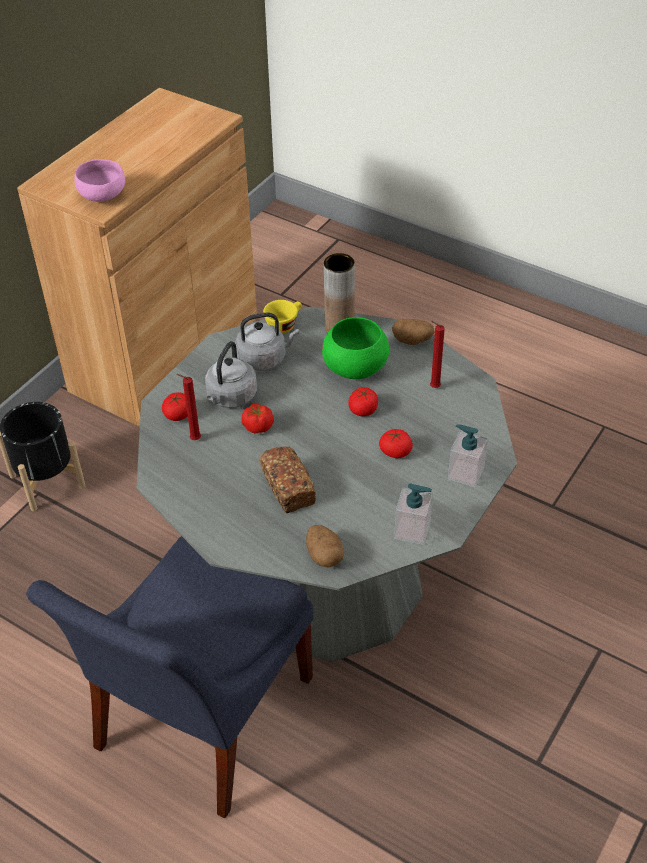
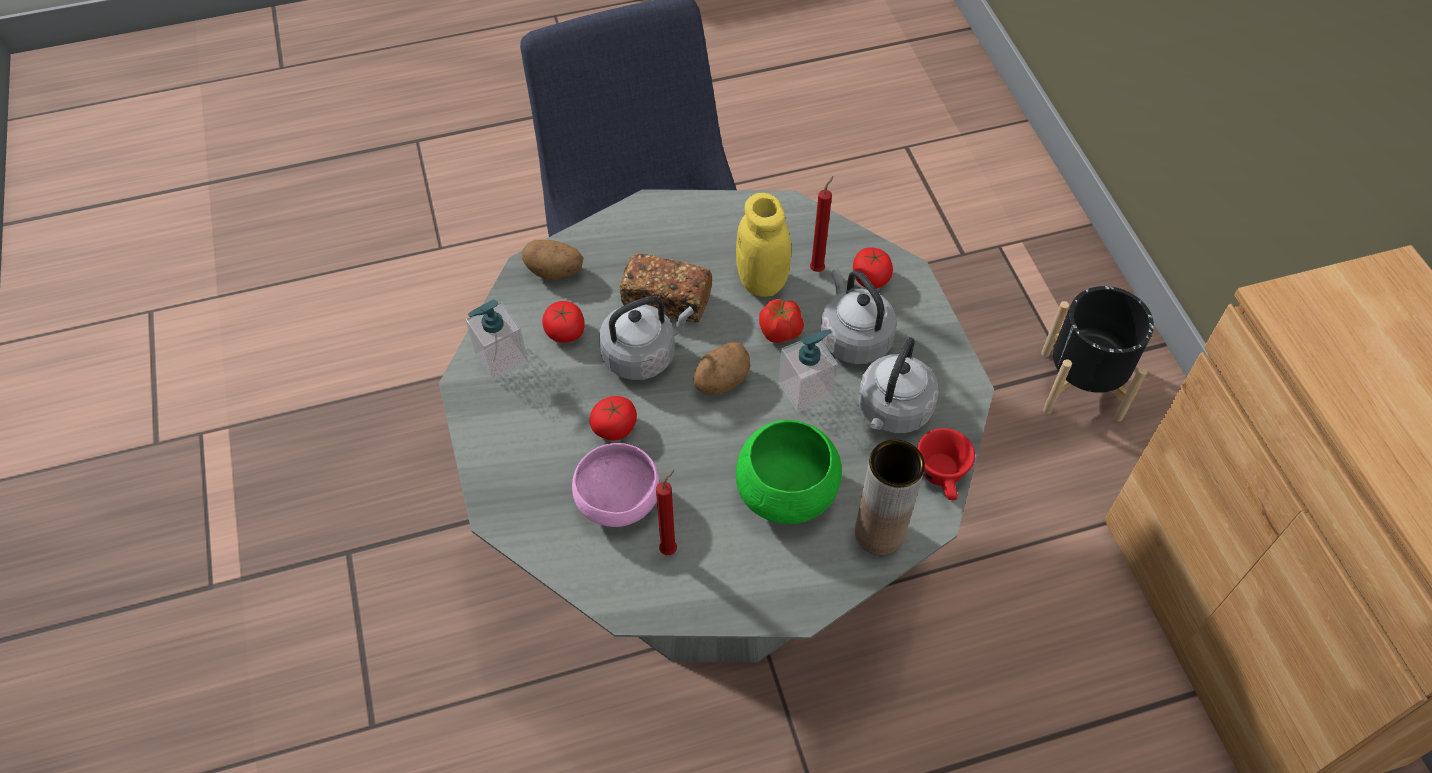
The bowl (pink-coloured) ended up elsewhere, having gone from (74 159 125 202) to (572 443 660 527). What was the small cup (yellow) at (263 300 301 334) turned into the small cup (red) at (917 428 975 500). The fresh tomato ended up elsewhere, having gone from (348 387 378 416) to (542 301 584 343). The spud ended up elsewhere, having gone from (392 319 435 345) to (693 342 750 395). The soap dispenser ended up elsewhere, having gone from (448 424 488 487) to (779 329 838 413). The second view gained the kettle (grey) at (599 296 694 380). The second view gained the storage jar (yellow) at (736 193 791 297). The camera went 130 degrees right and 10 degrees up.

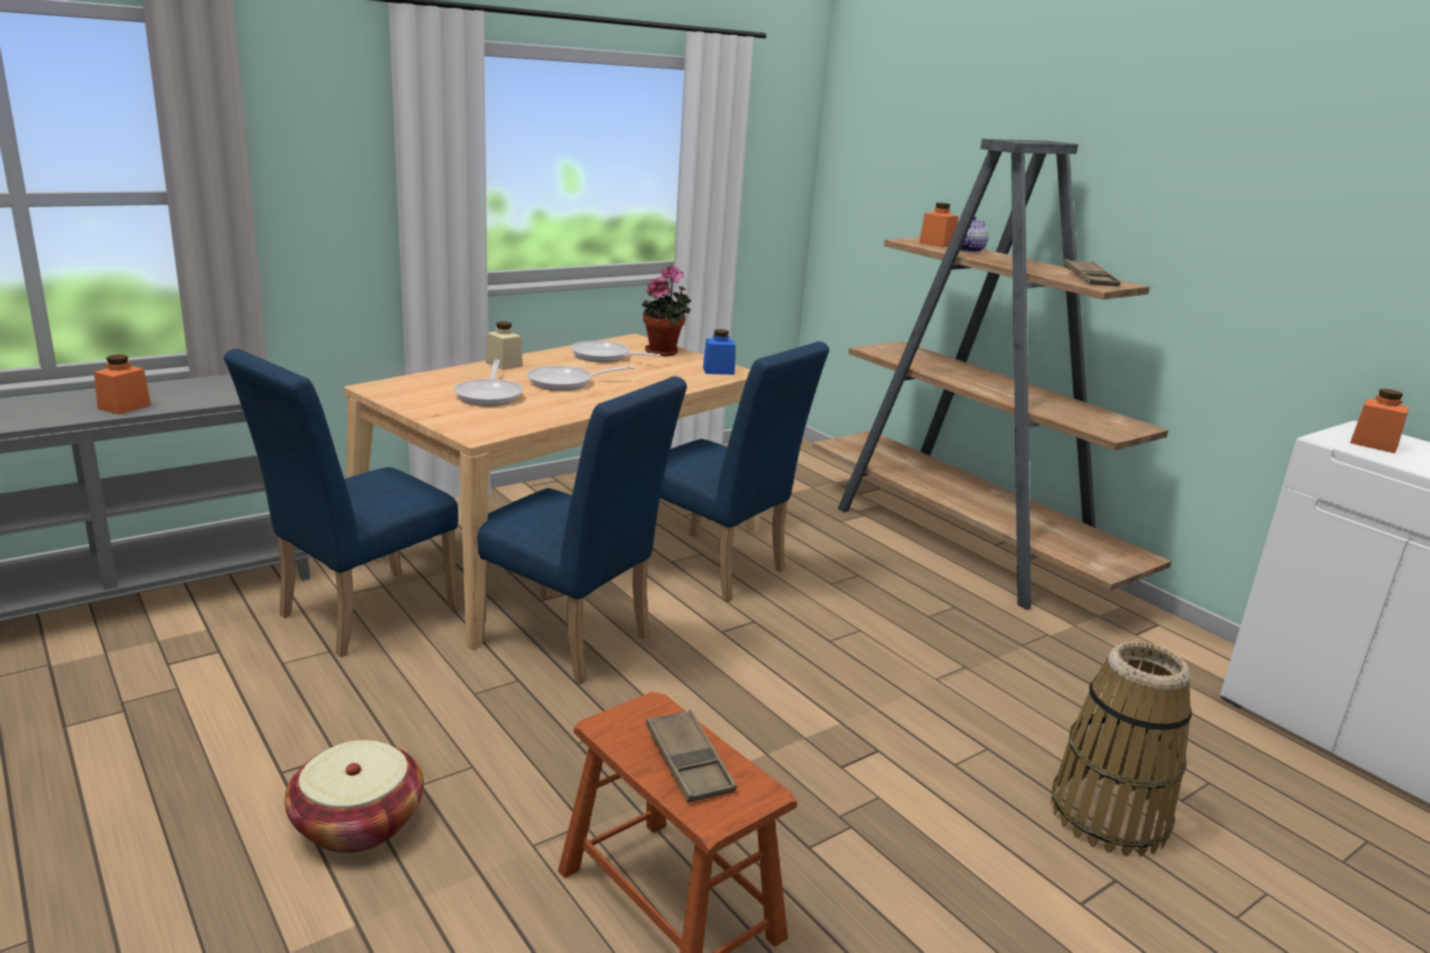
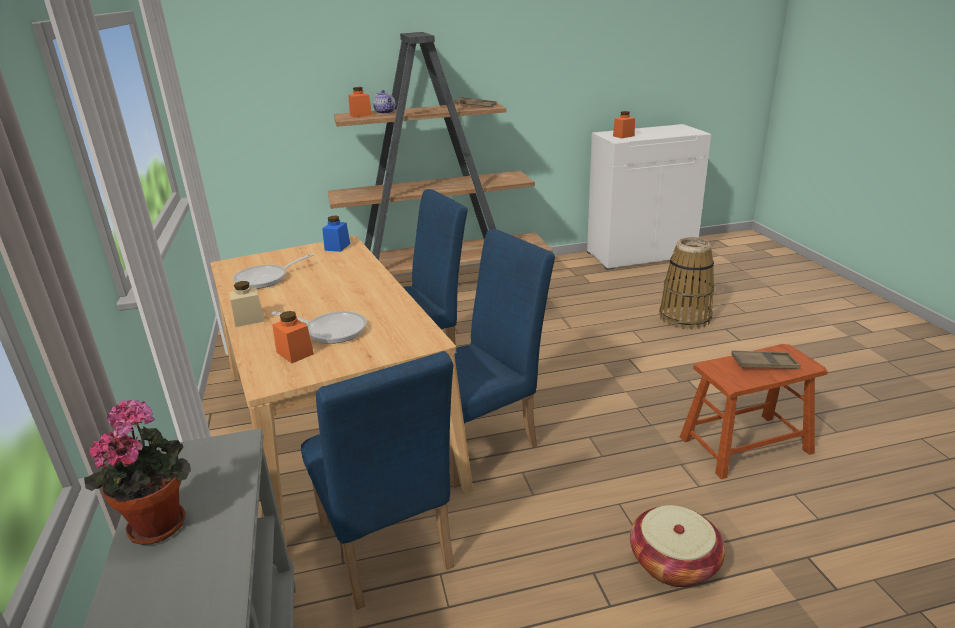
The storage jar (orange) ended up elsewhere, having gone from (94 354 151 415) to (272 311 314 363). The second view lost the pan at (527 366 635 391). The plant in a pot ended up elsewhere, having gone from (642 266 691 356) to (84 400 191 545). The camera went 65 degrees left and 5 degrees up.

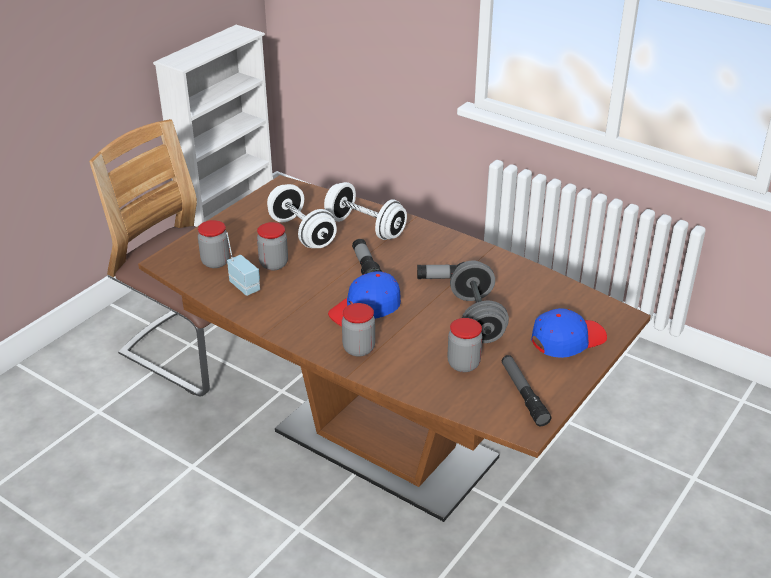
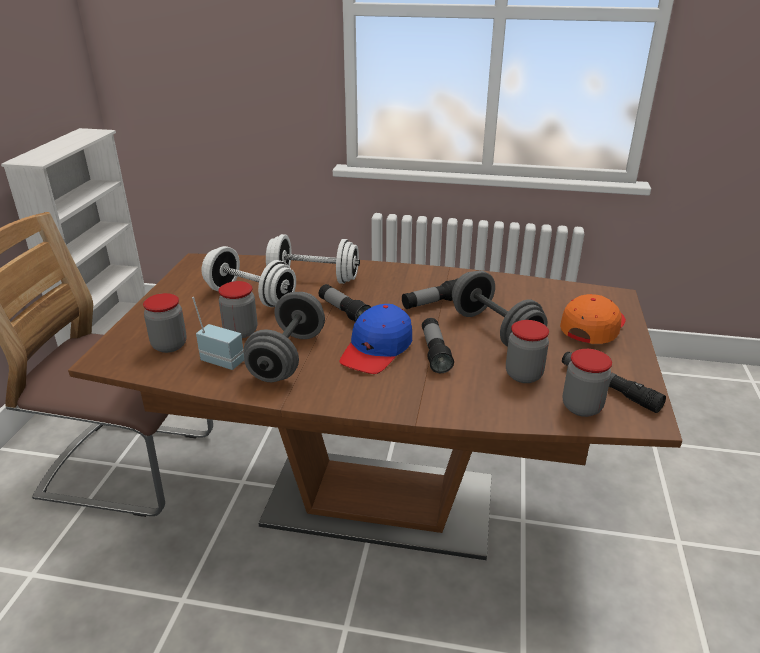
The storage jar ended up elsewhere, having gone from (342 303 375 357) to (563 349 612 417). What was the cap (blue-coloured) at (531 308 607 358) turned into the cap (orange) at (560 294 626 344). The second view gained the dumbbell (grey) at (244 292 325 382). The second view gained the hand torch at (422 318 454 373). The camera went 25 degrees left and 5 degrees down.

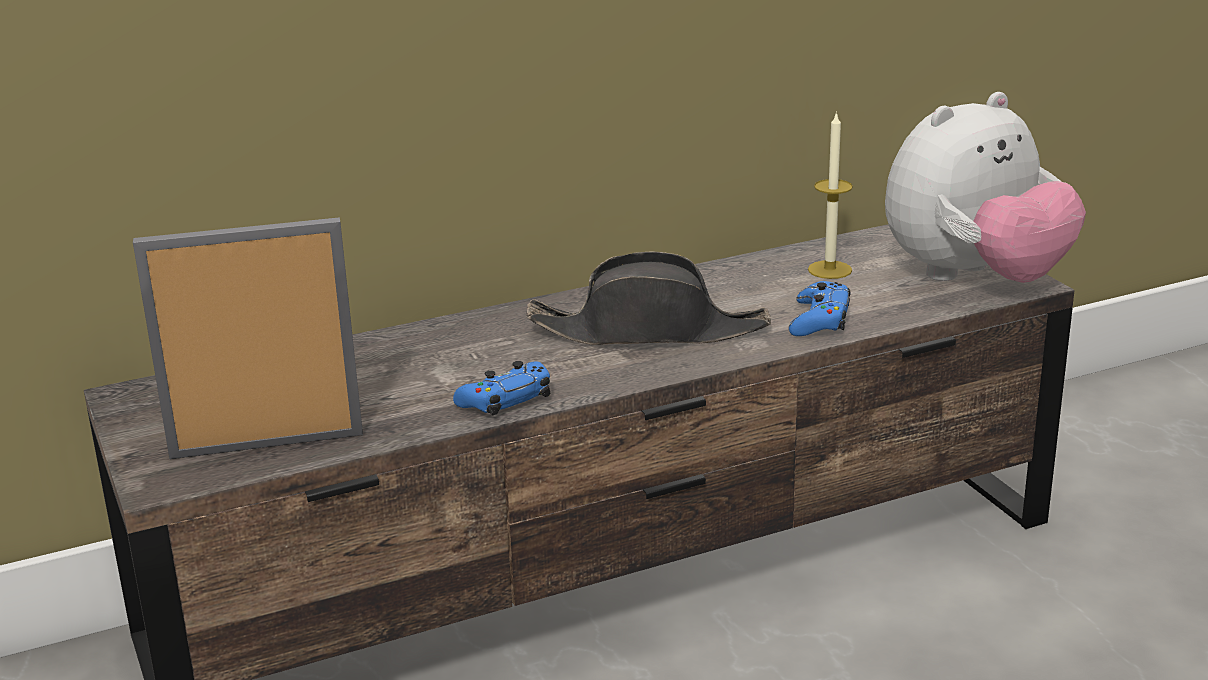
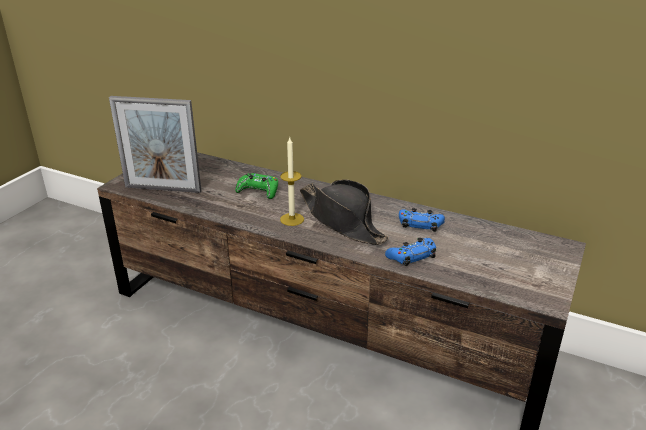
The photo frame at (133 217 363 459) ended up facing another way, 150 degrees clockwise from before. The joypad (blue-coloured) ended up elsewhere, having gone from (453 361 550 416) to (399 208 445 232). The wax candle ended up elsewhere, having gone from (808 111 853 279) to (280 138 304 226). The second view lost the cuddly toy at (885 92 1086 283). The second view gained the joypad (greenish) at (236 173 278 199). The camera went 50 degrees right and 5 degrees up.

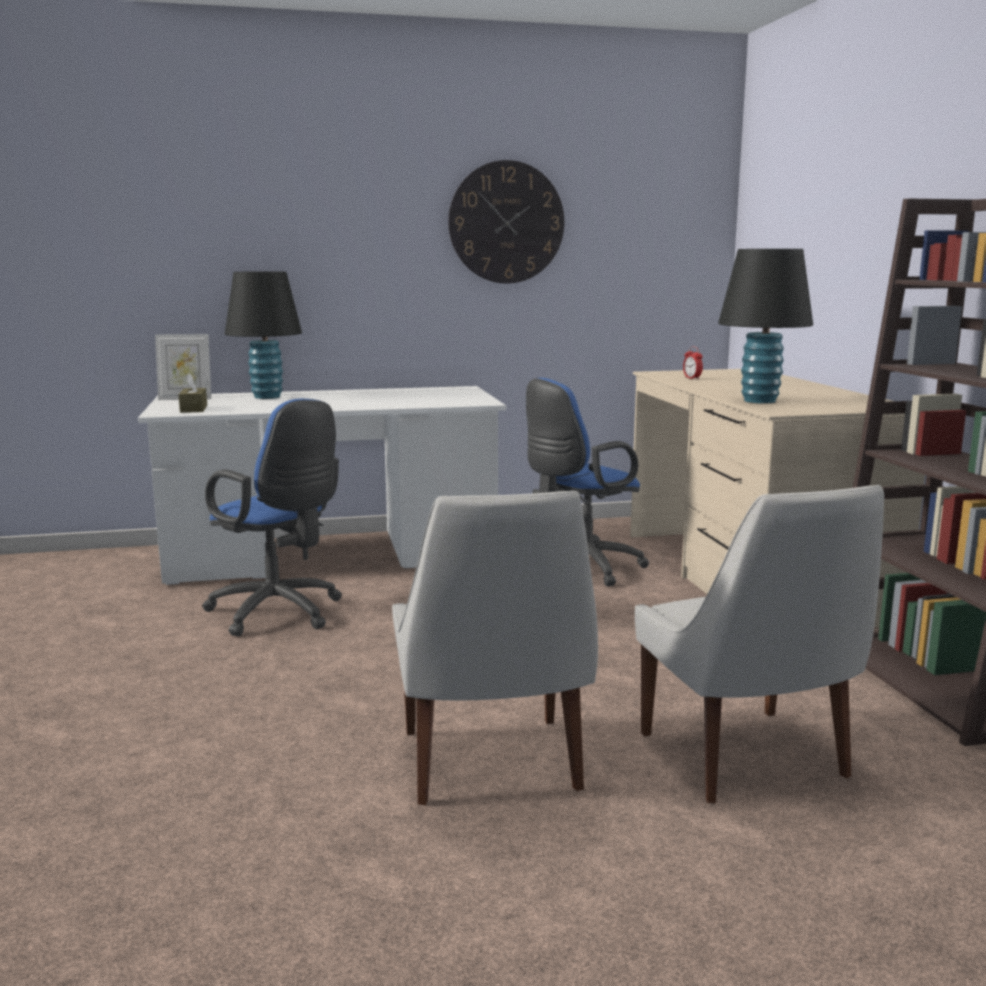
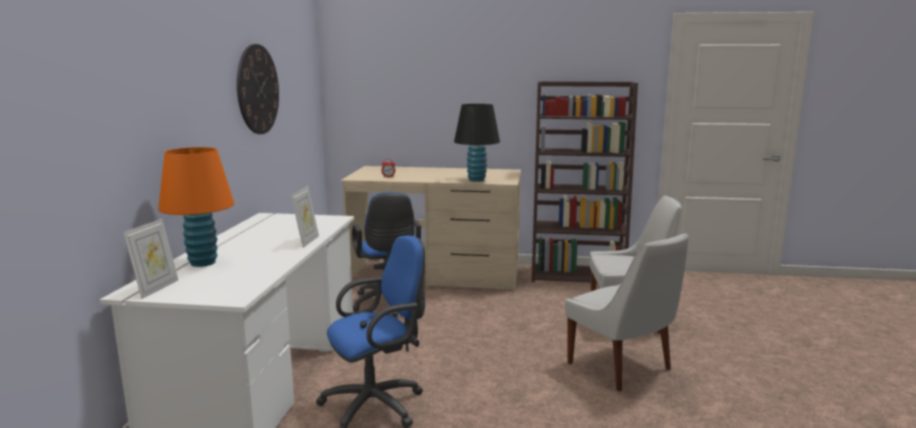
The second view lost the box of tissues (brown-coloured) at (178 373 207 413). What was the lamp for a table (blackish) at (225 271 302 399) turned into the lamp for a table (orange) at (158 147 234 267). The upright chair (white) at (392 491 598 805) ended up facing another way, 45 degrees clockwise from before. The second view gained the photo frame at (291 186 319 248). The camera went 70 degrees left and 0 degrees up.

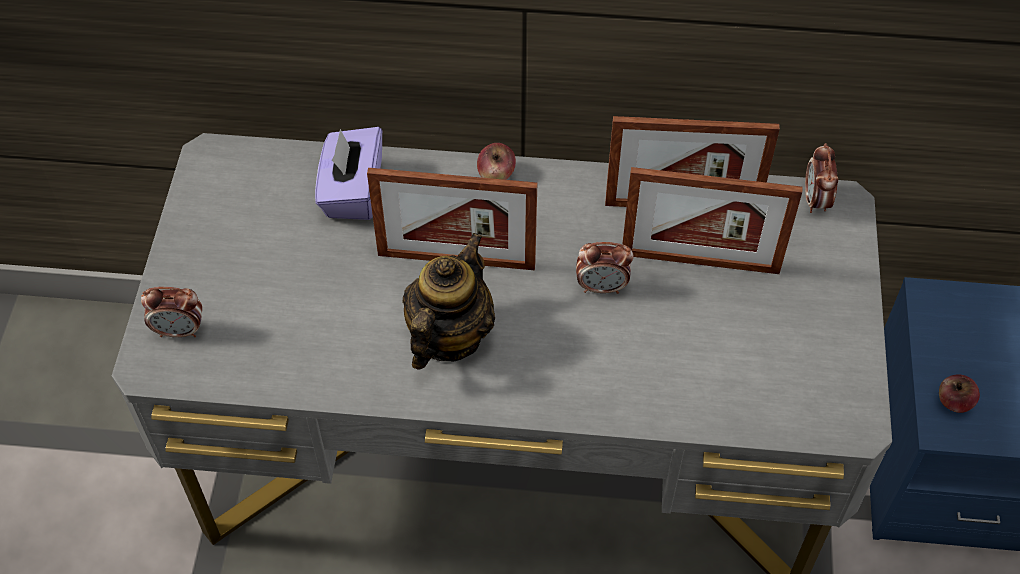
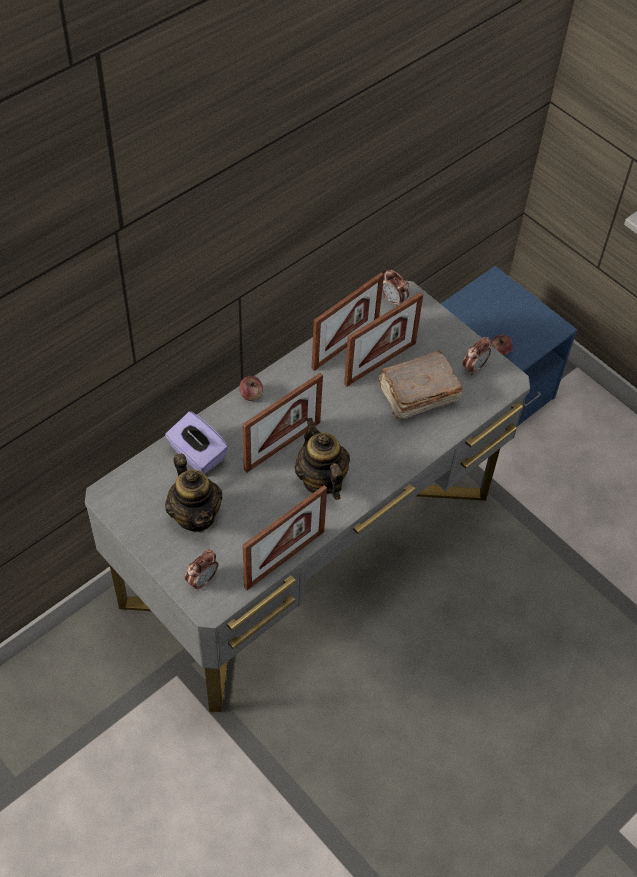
The alarm clock ended up elsewhere, having gone from (576 242 634 294) to (463 337 491 376). The second view gained the pot for tea at (165 454 223 532). The second view gained the photo frame at (243 485 327 590). The second view gained the bound book (brown-coloured) at (378 350 463 419). The camera went 50 degrees left and 0 degrees up.

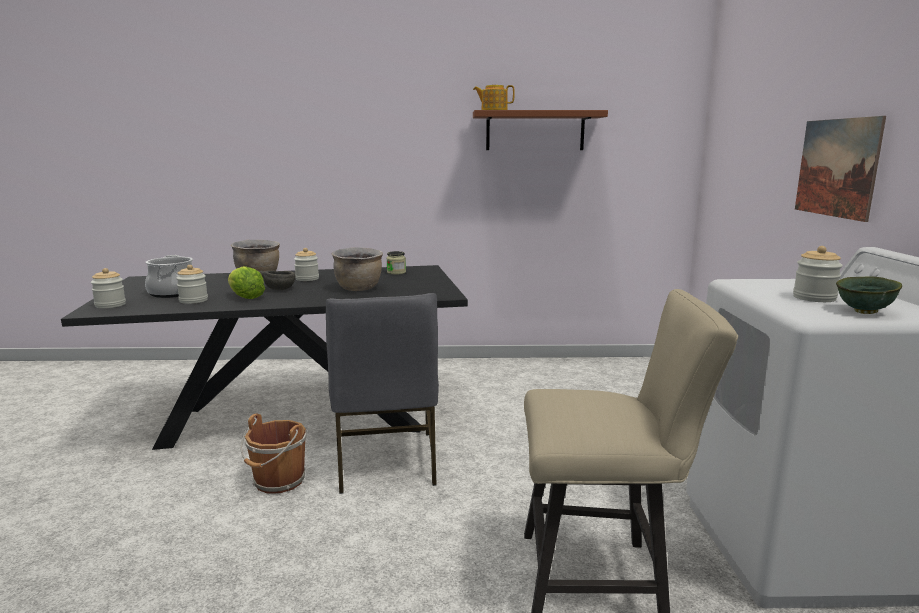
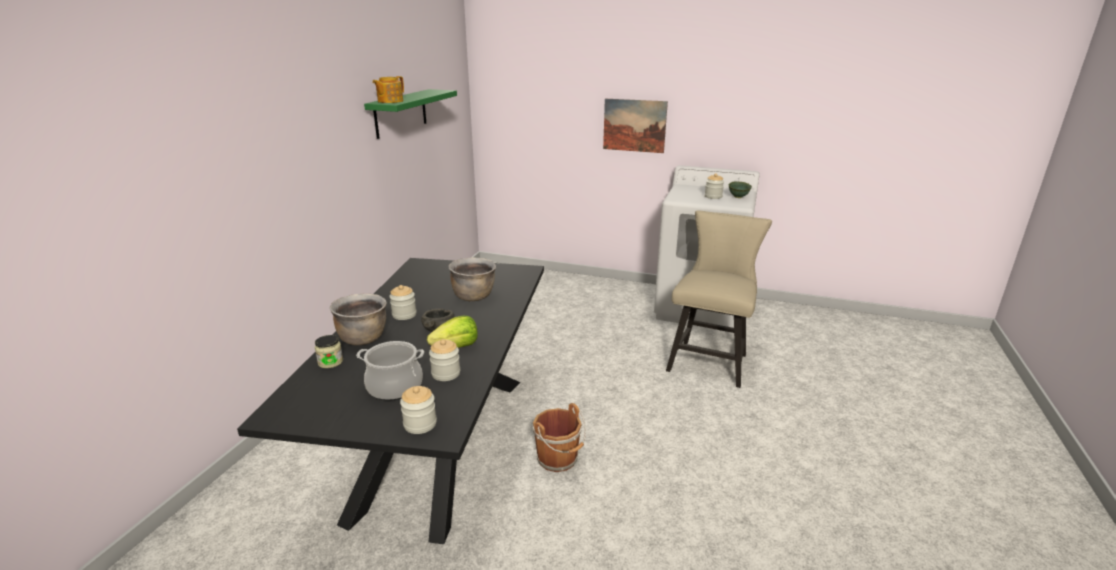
The second view lost the upright chair (grey) at (326 293 439 494). The storage jar ended up elsewhere, having gone from (386 251 406 275) to (315 335 343 368). What was the shelf (brown-coloured) at (473 110 608 150) turned into the shelf (greenish) at (364 89 457 139). The camera went 70 degrees left and 10 degrees up.

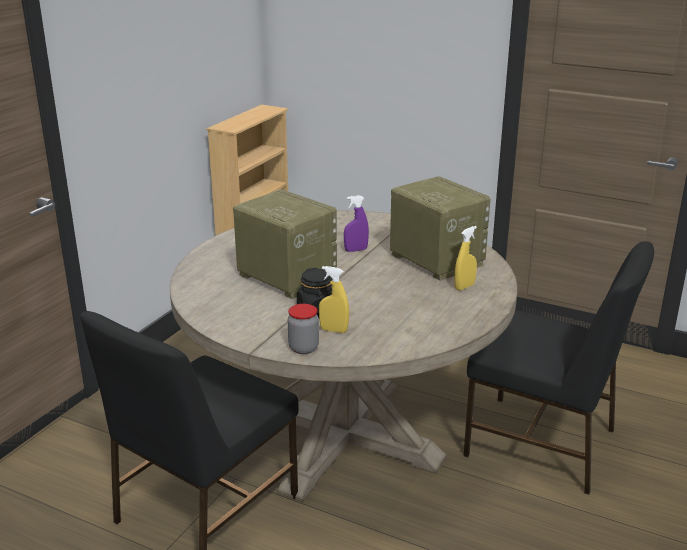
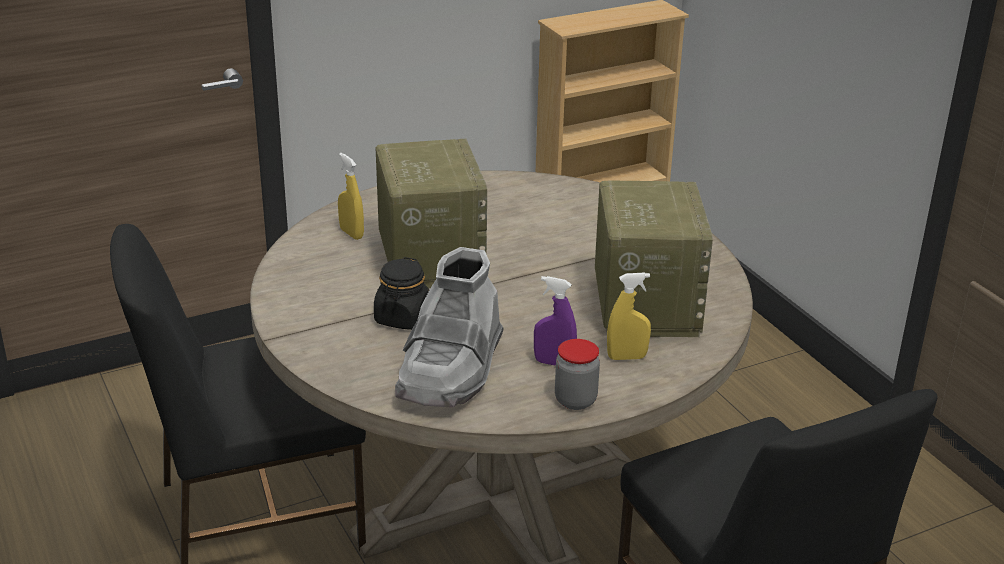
The storage jar ended up elsewhere, having gone from (288 304 319 354) to (555 339 600 410). The hand sprayer (yellow) ended up elsewhere, having gone from (319 266 349 333) to (338 153 364 240). The hand sprayer (purple) ended up elsewhere, having gone from (344 195 369 252) to (534 276 577 366). The second view gained the tall boot (grey) at (395 247 504 407). The camera went 35 degrees right and 5 degrees up.

